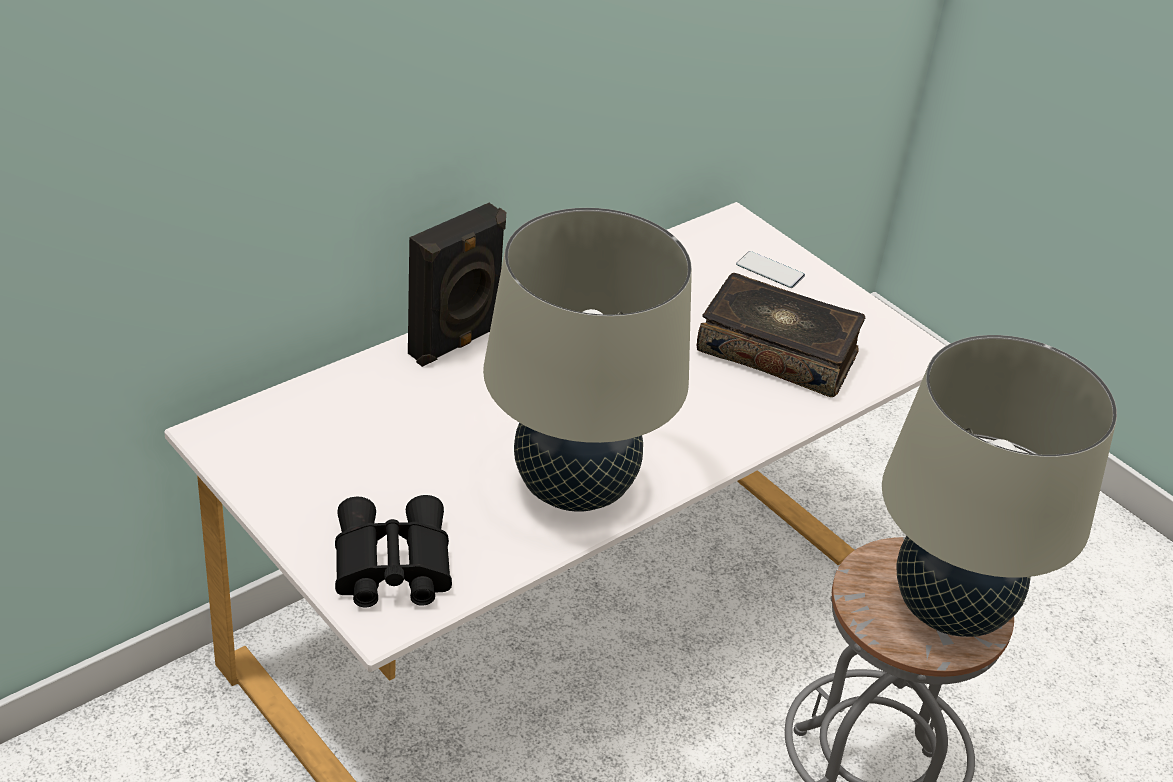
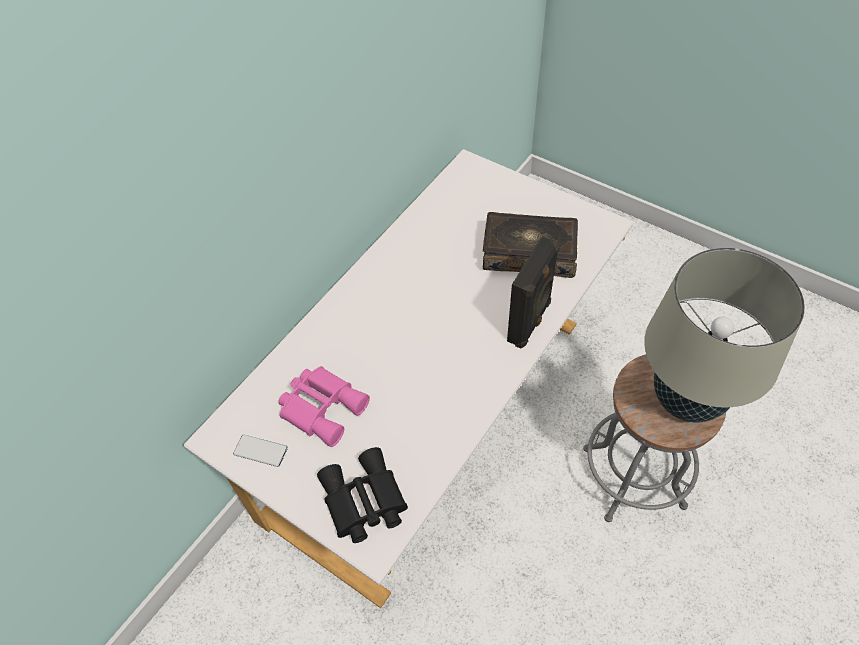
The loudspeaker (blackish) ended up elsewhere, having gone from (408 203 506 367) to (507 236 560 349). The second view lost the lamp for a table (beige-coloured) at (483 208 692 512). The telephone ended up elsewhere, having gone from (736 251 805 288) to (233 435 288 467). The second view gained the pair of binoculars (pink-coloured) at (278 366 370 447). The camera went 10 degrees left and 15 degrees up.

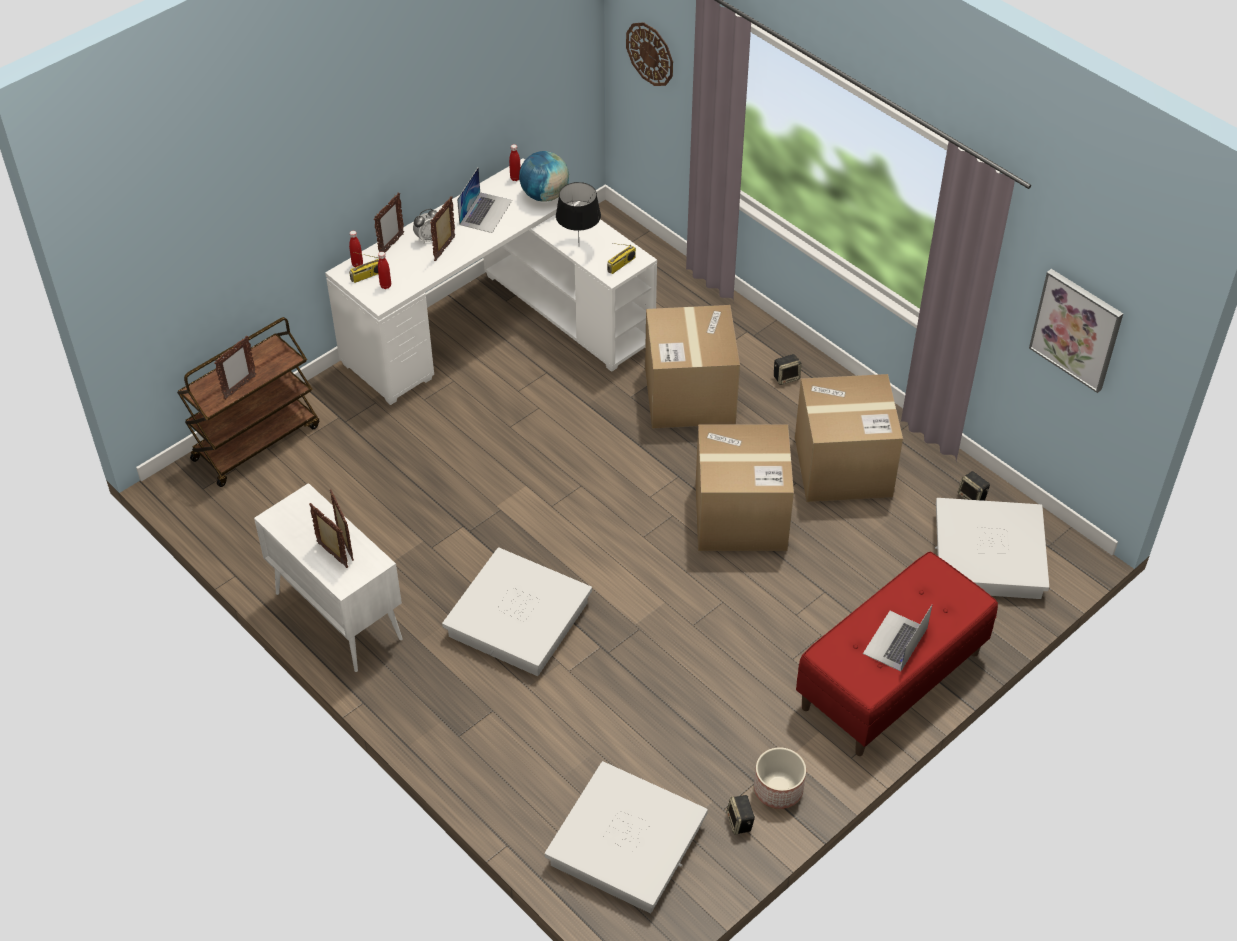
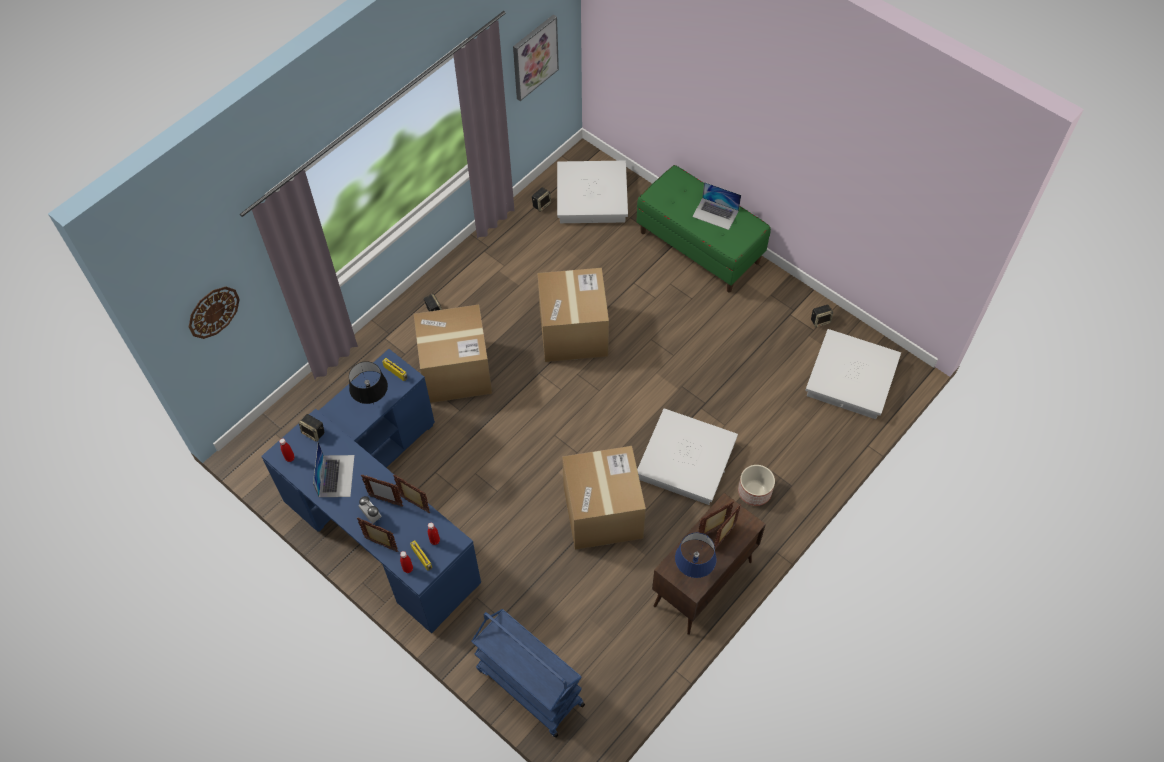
What was the cart (brown-coloured) at (177 317 319 487) turned into the cart (blue-coloured) at (471 609 585 738). The photo frame ended up elsewhere, having gone from (214 336 257 399) to (393 474 430 513). What was the cupboard (white) at (254 483 403 672) turned into the cupboard (brown-coloured) at (652 493 766 635). What was the desk unit (white) at (325 158 657 405) turned into the desk unit (blue-coloured) at (261 349 481 633). The laptop at (457 167 512 233) ended up facing another way, 75 degrees clockwise from before. Where the desk globe stood at (519 151 569 202), the loudspeaker came to stand at (299 414 325 442). The planter ended up elsewhere, having gone from (754 747 806 809) to (738 465 775 506). The carton ended up elsewhere, having gone from (795 374 903 502) to (562 446 646 550). What was the indoor bench (red) at (796 552 998 756) turned into the indoor bench (greenish) at (637 165 771 292). The second view gained the lamp for a table (blue-coloured) at (675 532 717 578). The camera went 95 degrees left and 10 degrees up.

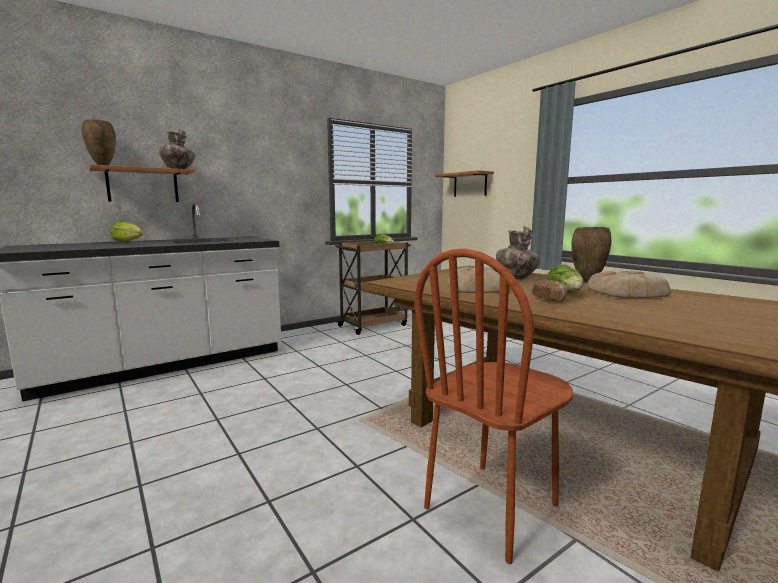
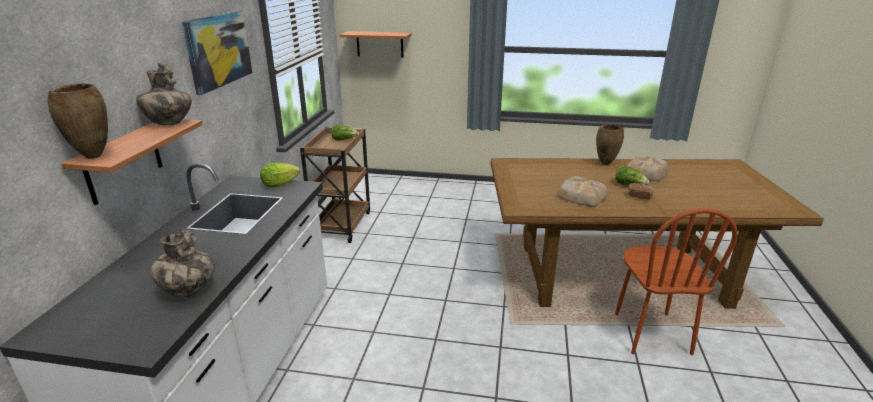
The lettuce head ended up elsewhere, having gone from (110 221 144 242) to (260 163 300 188). The flower vase ended up elsewhere, having gone from (496 226 540 280) to (151 228 215 298). The second view gained the picture at (181 11 253 95). The camera went 45 degrees left and 15 degrees up.

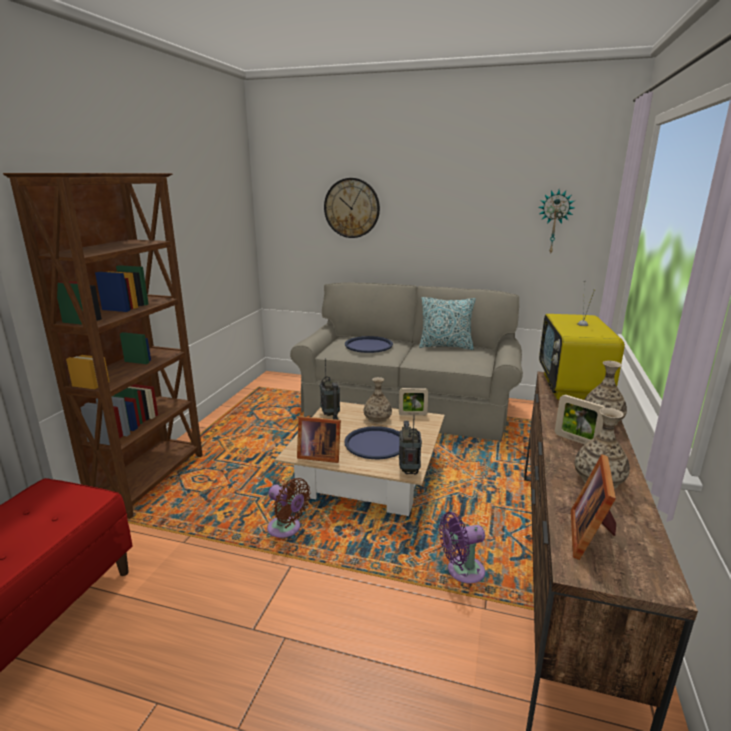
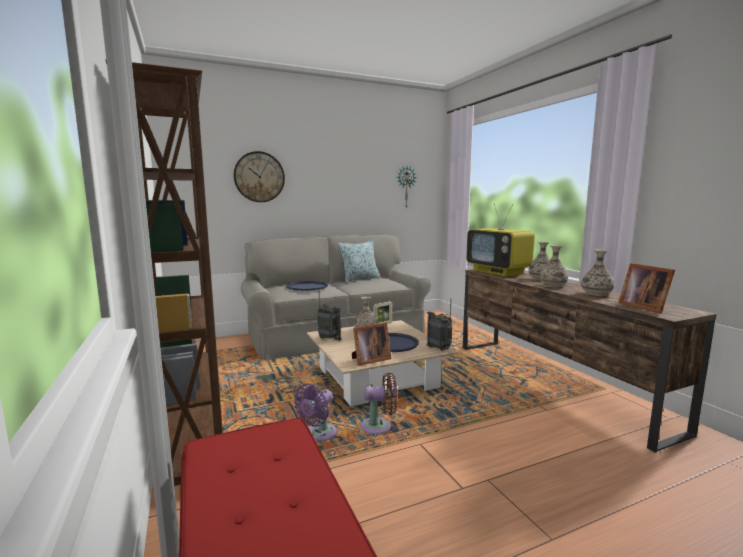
The cooling fan (purple) ended up elsewhere, having gone from (439 512 485 583) to (294 384 337 441). Where the photo frame stood at (555 395 606 444), the flower vase came to stand at (539 245 568 288). The camera went 40 degrees left and 10 degrees down.

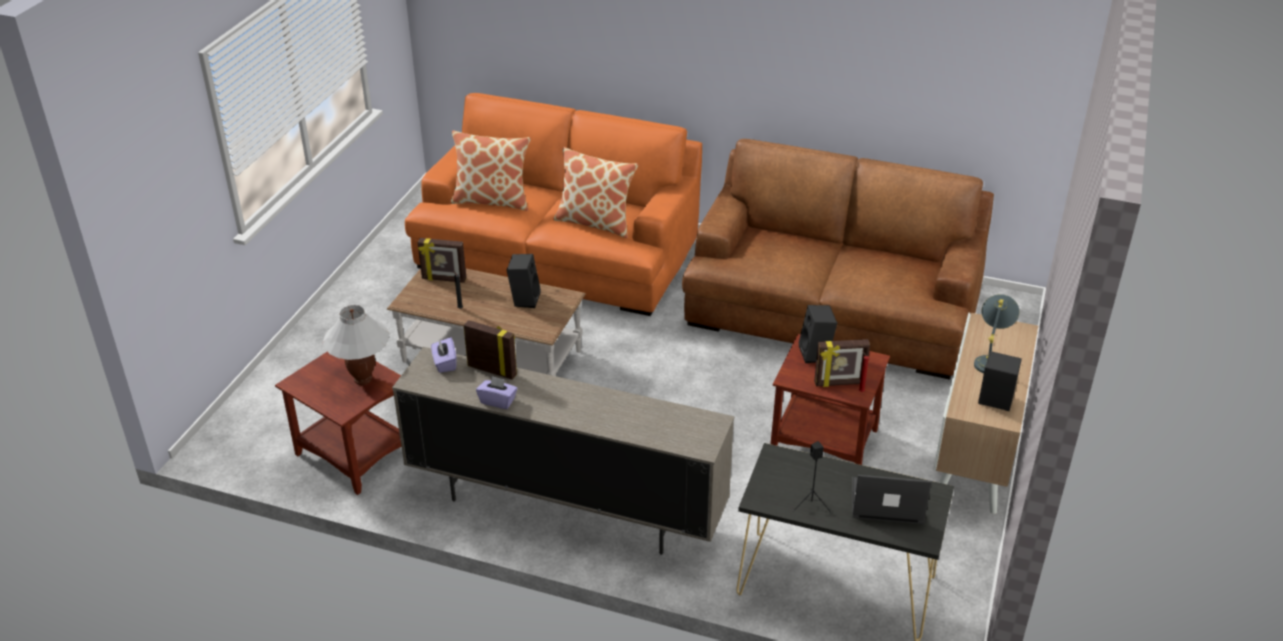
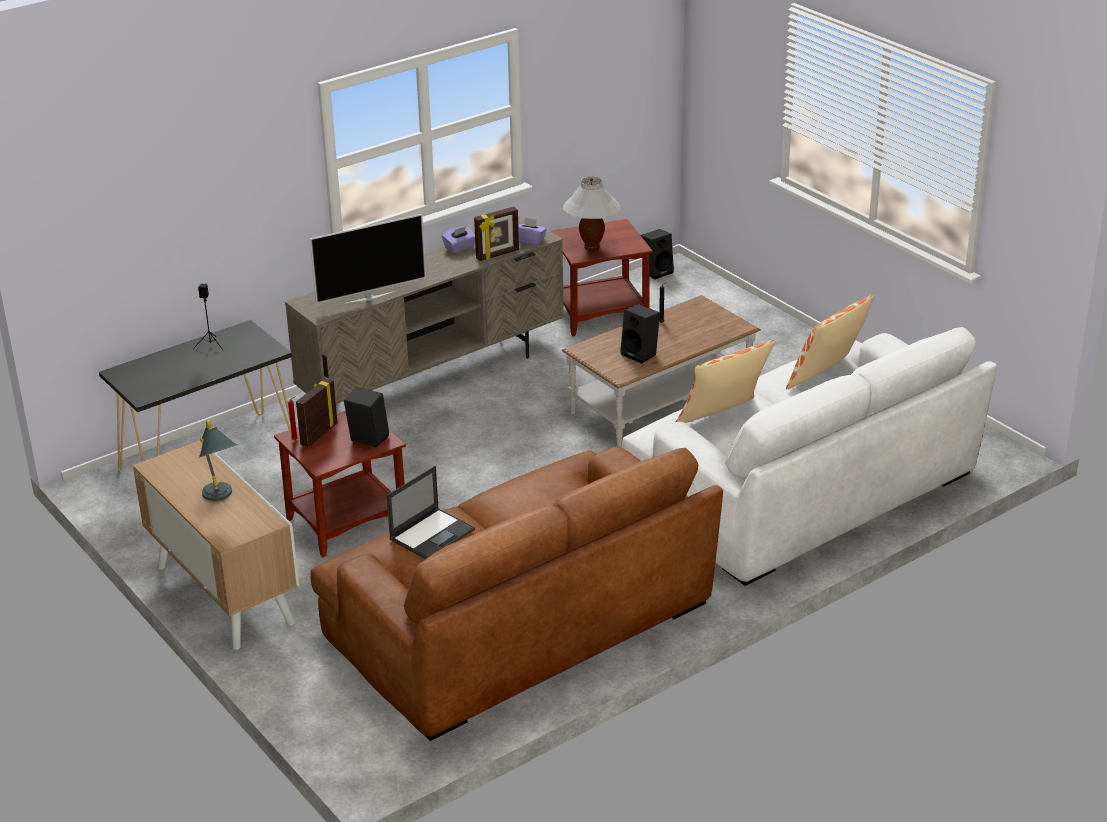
What was the settee (orange) at (405 93 702 316) turned into the settee (white) at (622 327 997 586). The second view lost the photo frame at (418 238 466 283). The laptop ended up elsewhere, having gone from (852 475 932 524) to (387 466 475 559). The loudspeaker (blackish) ended up elsewhere, having gone from (978 351 1022 411) to (641 229 674 279). The second view gained the television at (310 214 426 304). The camera went 125 degrees right and 5 degrees down.

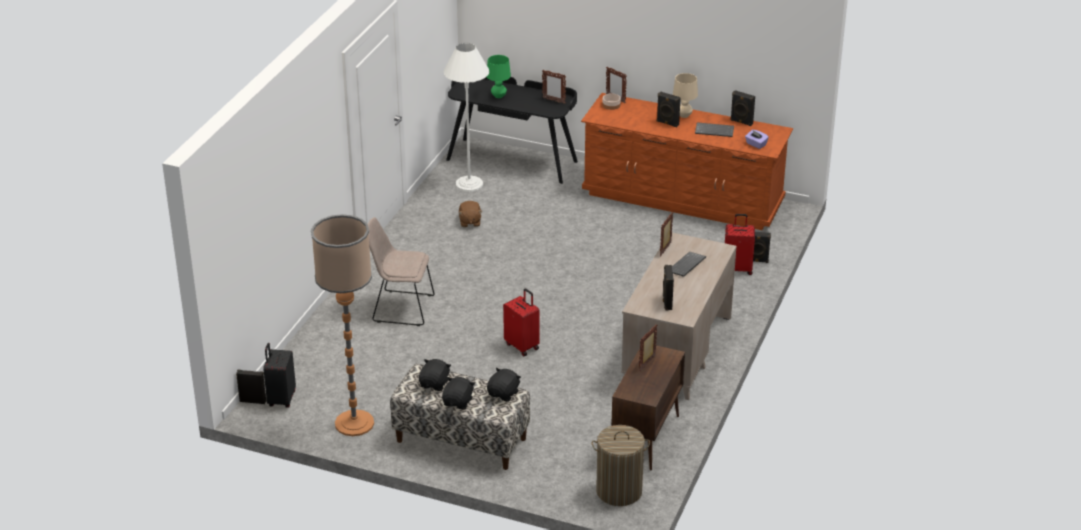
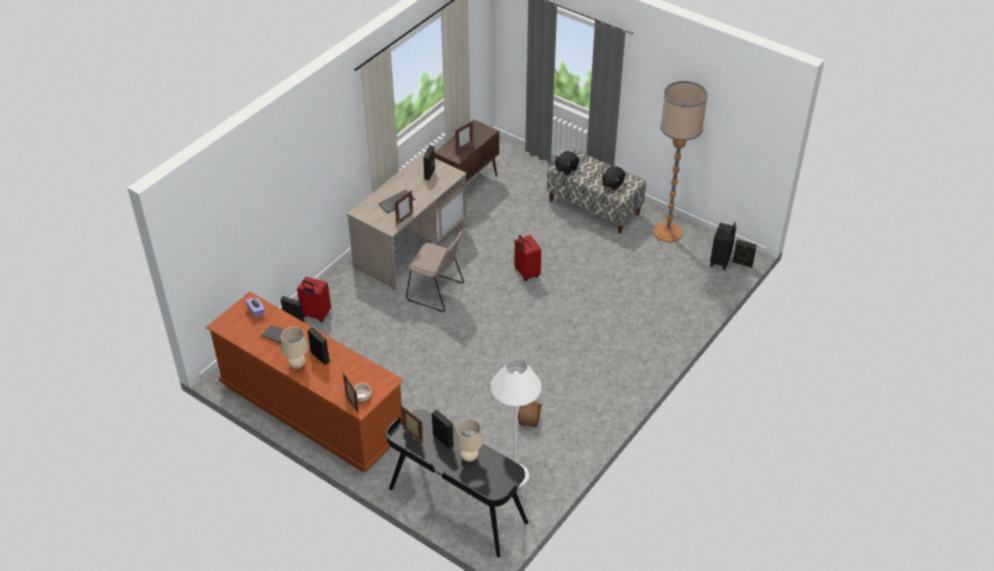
The upright chair (beige-coloured) ended up elsewhere, having gone from (368 217 435 326) to (406 231 464 312). The second view lost the cuddly toy (blackish) at (442 377 475 409). What was the lamp for a table (greenish) at (487 55 511 98) turned into the lamp for a table (beige-coloured) at (455 419 483 462). The second view lost the laundry basket at (591 425 650 506). The loudspeaker (blackish) ended up elsewhere, having gone from (730 90 755 126) to (432 409 454 448). The camera went 165 degrees left and 10 degrees up.

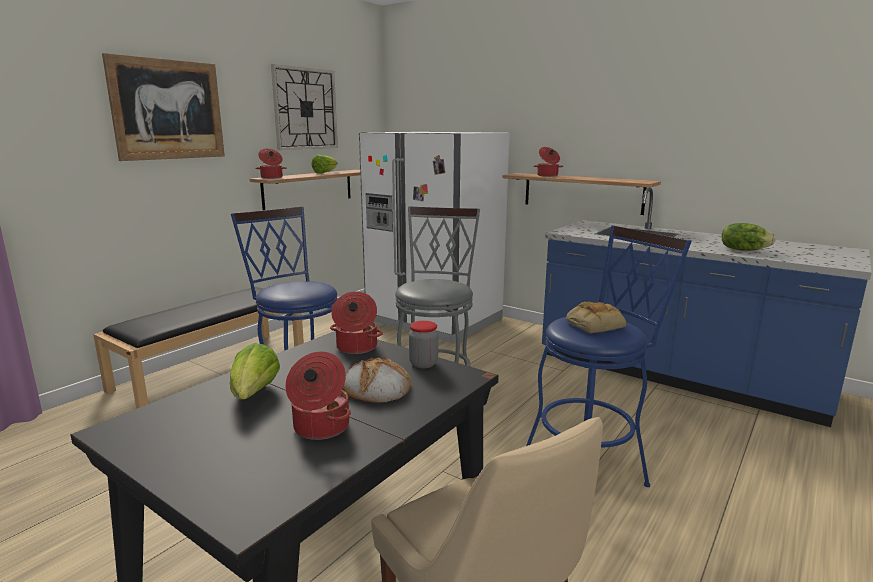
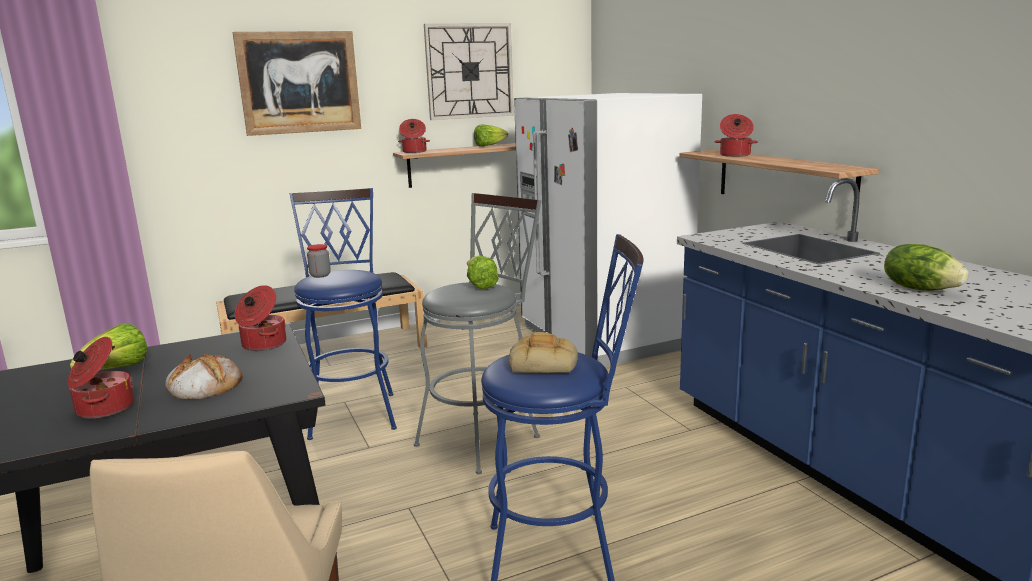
The storage jar ended up elsewhere, having gone from (409 321 438 368) to (307 244 331 278). The second view gained the lettuce head at (467 255 499 289). The camera went 30 degrees right and 0 degrees up.

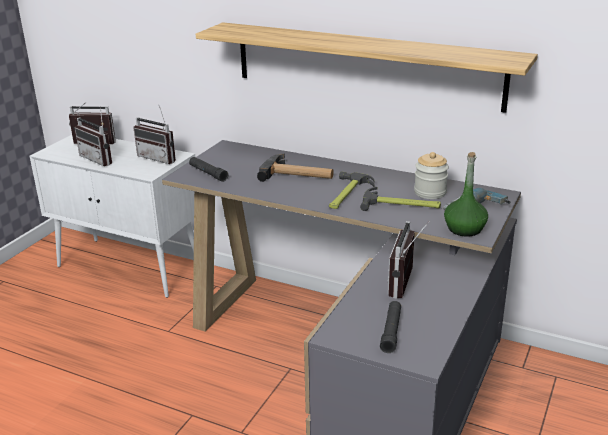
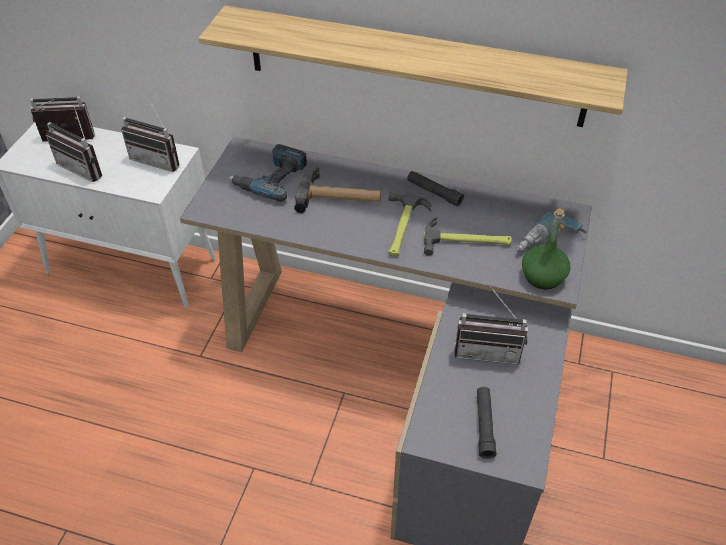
The hand torch (blackish) ended up elsewhere, having gone from (189 157 228 182) to (407 171 464 207). The radio set at (388 221 430 299) ended up facing another way, 90 degrees counterclockwise from before. The second view lost the storage jar at (414 152 449 199). The second view gained the drill at (228 144 307 202). The camera went 10 degrees left and 20 degrees up.

